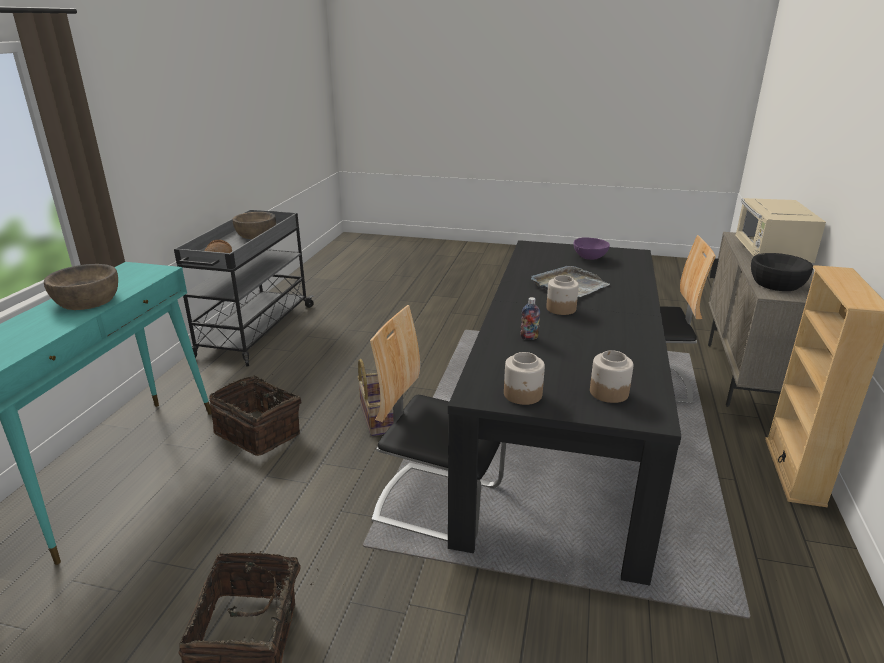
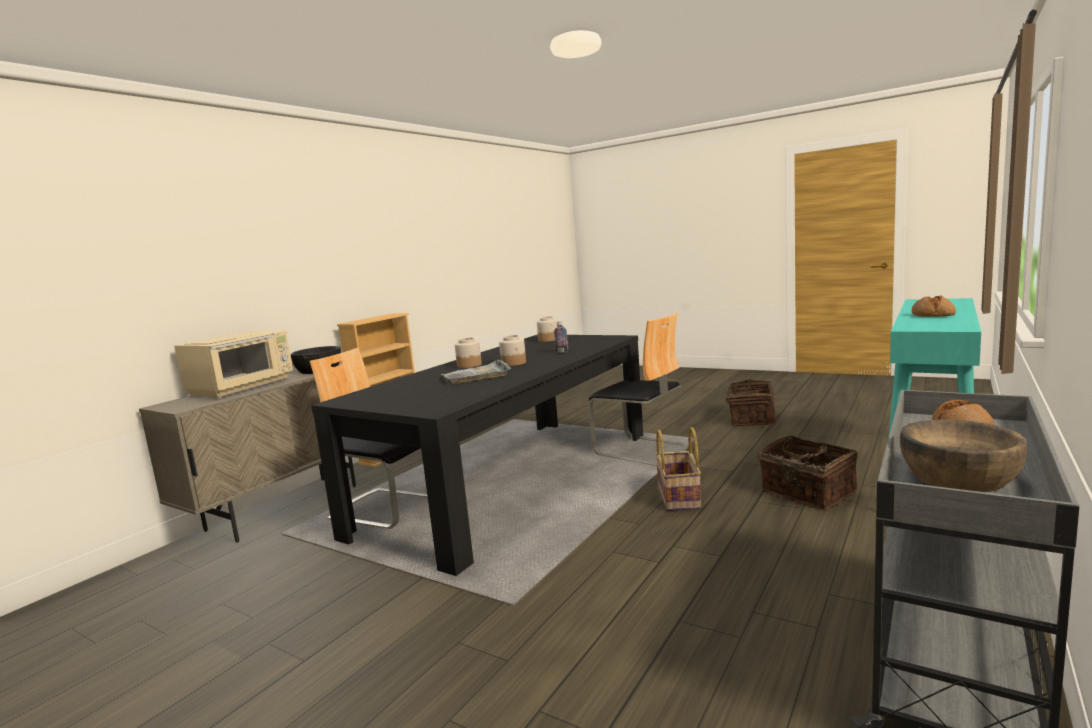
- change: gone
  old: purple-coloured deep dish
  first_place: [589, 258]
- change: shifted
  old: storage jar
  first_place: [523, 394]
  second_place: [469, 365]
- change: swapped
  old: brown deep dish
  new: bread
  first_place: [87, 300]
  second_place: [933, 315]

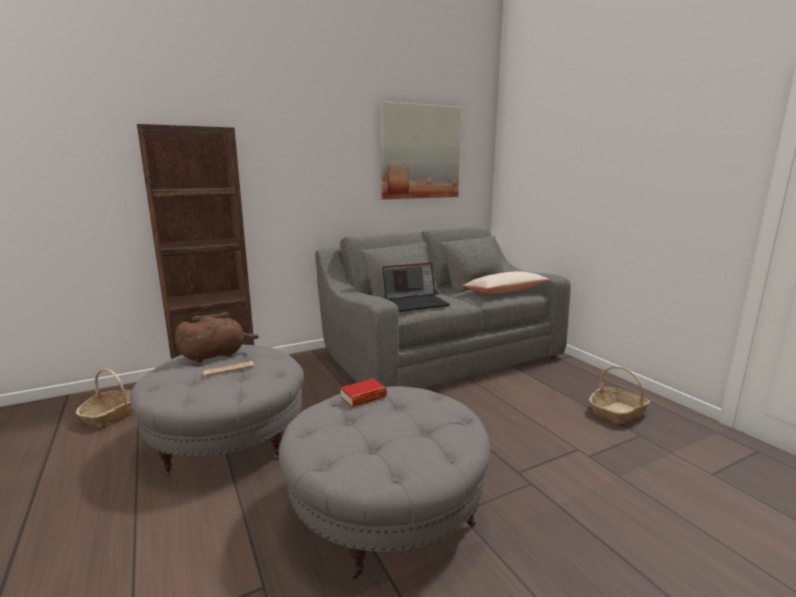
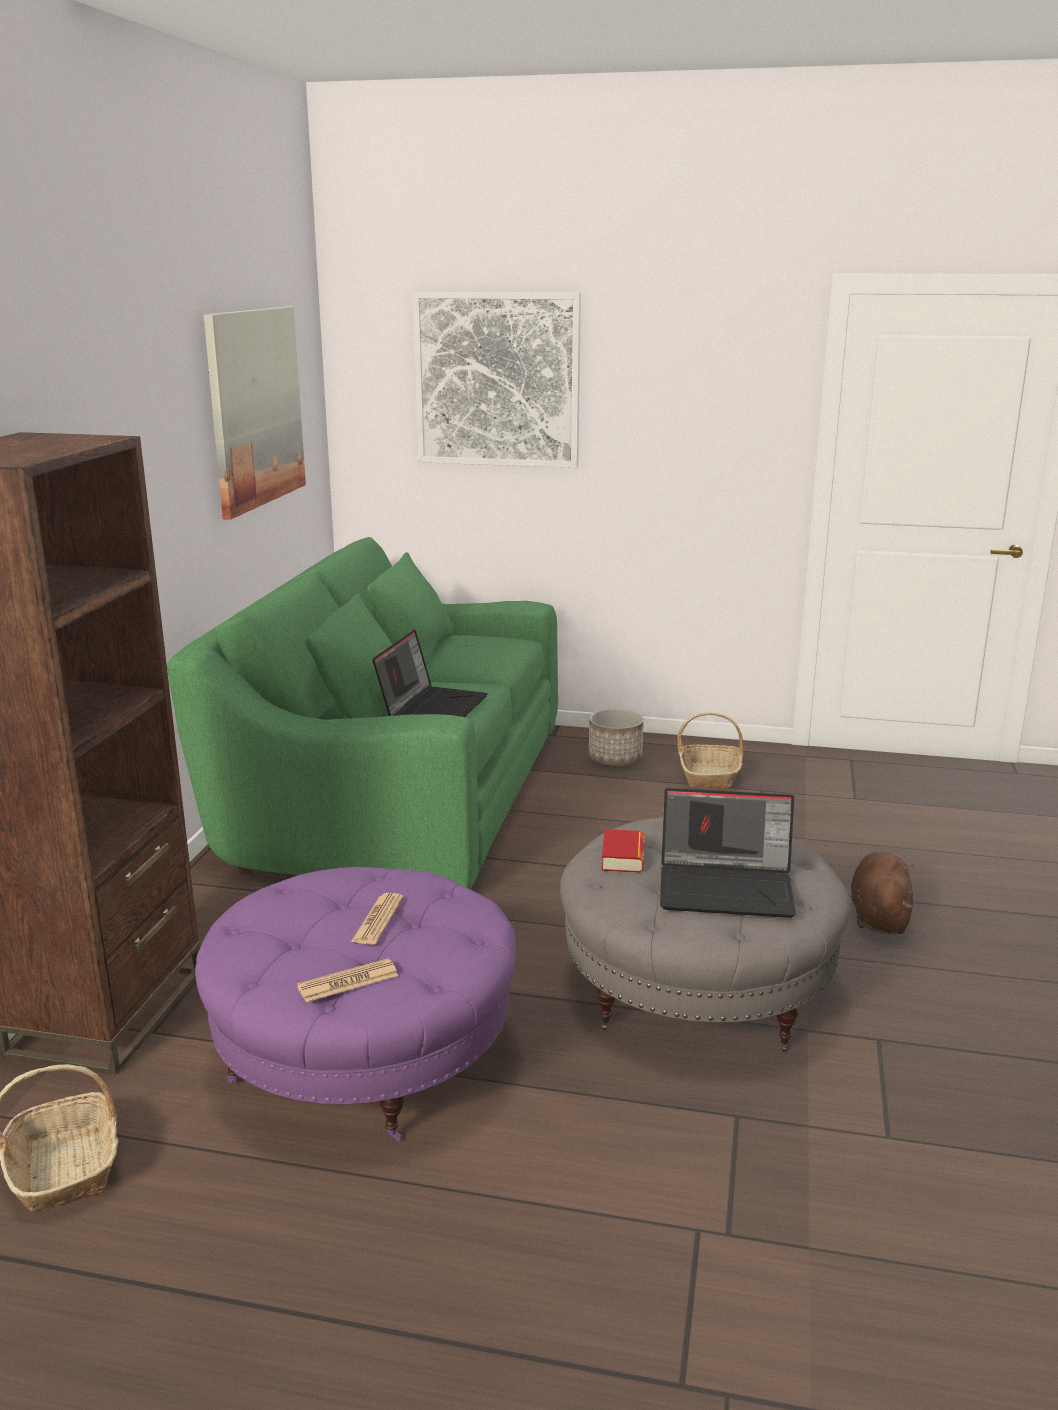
- change: gone
  old: beige throw pillow
  first_place: [505, 291]
- change: new
  new: printed paper
  second_place: [348, 981]
- change: new
  new: wall art
  second_place: [497, 380]
- change: new
  new: planter
  second_place: [614, 758]
- change: new
  new: notebook computer
  second_place: [728, 888]
- change: shifted
  old: brown cuddly toy
  first_place: [216, 355]
  second_place: [879, 916]
- change: repainted
  old: gray pouffe
  new: purple-coloured pouffe
  first_place: [228, 438]
  second_place: [365, 1055]
- change: repainted
  old: gray couch
  new: greenish couch
  first_place: [440, 354]
  second_place: [397, 793]

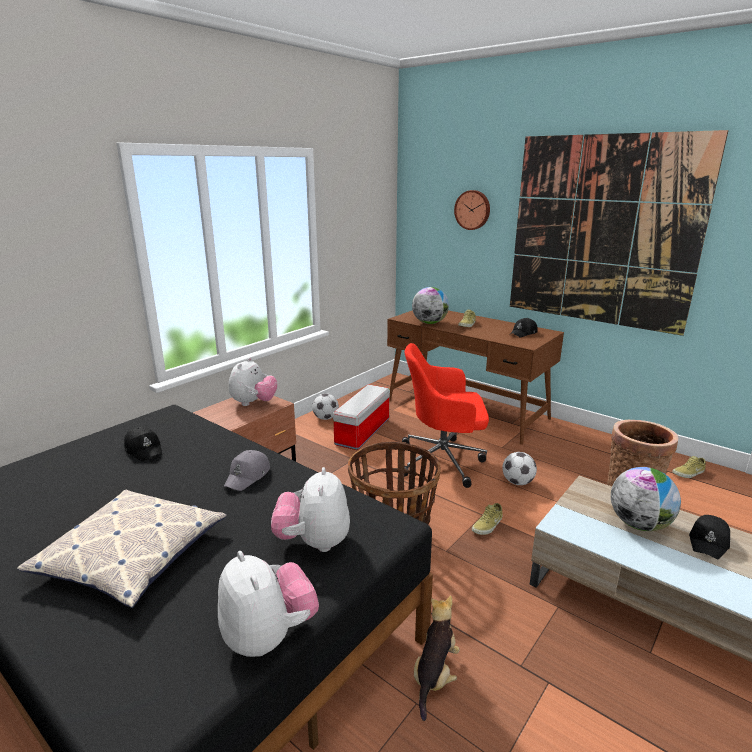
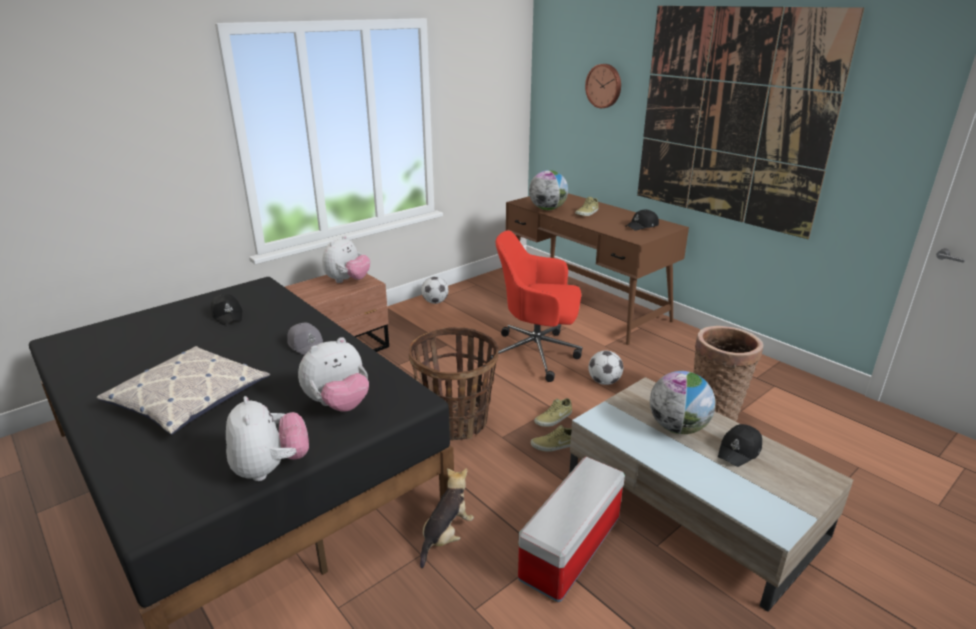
- change: shifted
  old: storage container
  first_place: [363, 432]
  second_place: [571, 549]
- change: shifted
  old: beige shoe
  first_place: [689, 473]
  second_place: [555, 445]
- change: rotated
  old: gray cap
  first_place: [248, 476]
  second_place: [307, 345]
  degrees: -75
- change: rotated
  old: cuddly toy
  first_place: [314, 542]
  second_place: [338, 405]
  degrees: -135

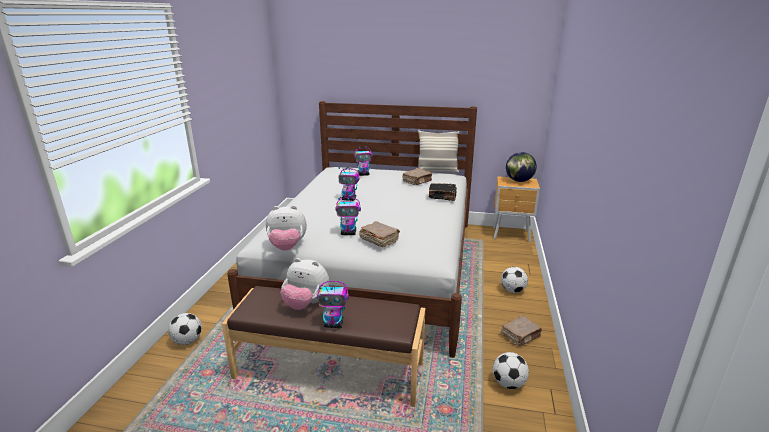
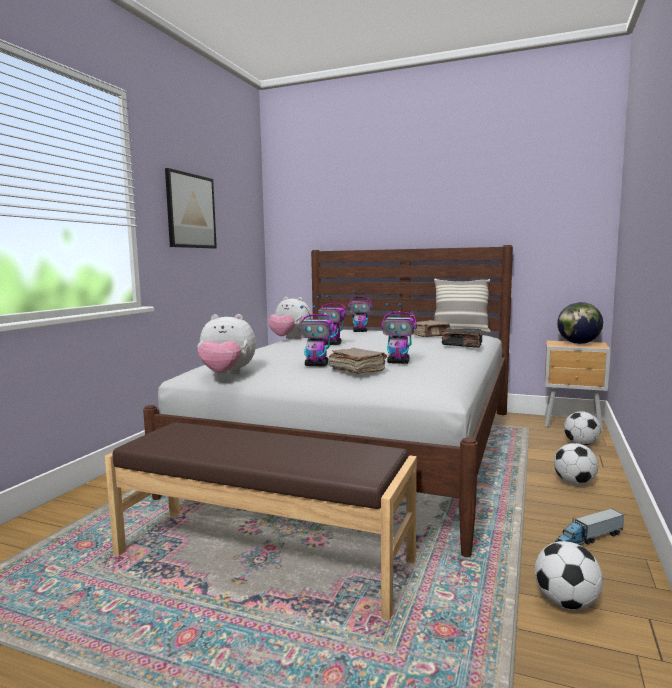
- change: new
  new: wall art
  second_place: [191, 211]
- change: shifted
  old: ball for football
  first_place: [187, 341]
  second_place: [580, 444]
- change: shifted
  old: cuddly toy
  first_place: [306, 304]
  second_place: [290, 339]
- change: shifted
  old: toy robot
  first_place: [334, 324]
  second_place: [398, 362]
- change: swapped
  old: brown volume
  new: model truck
  first_place: [521, 336]
  second_place: [589, 538]

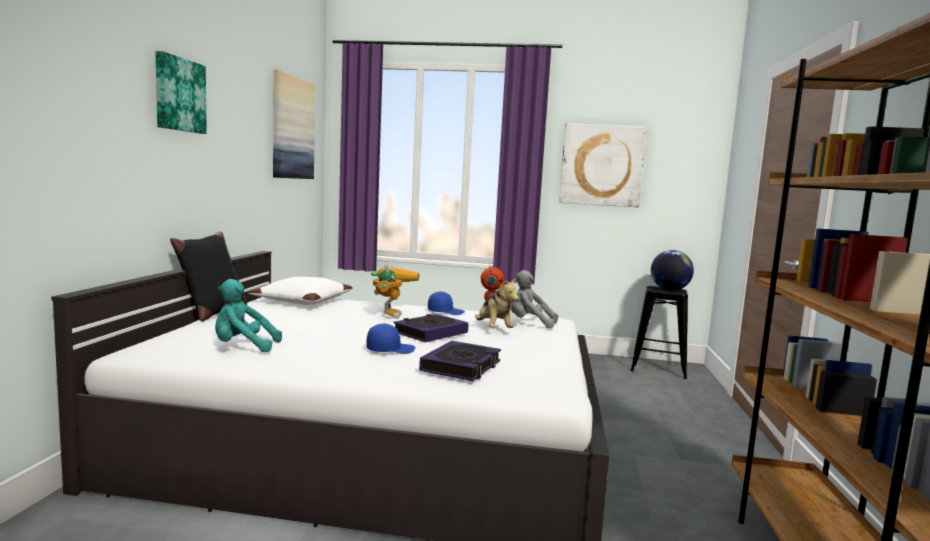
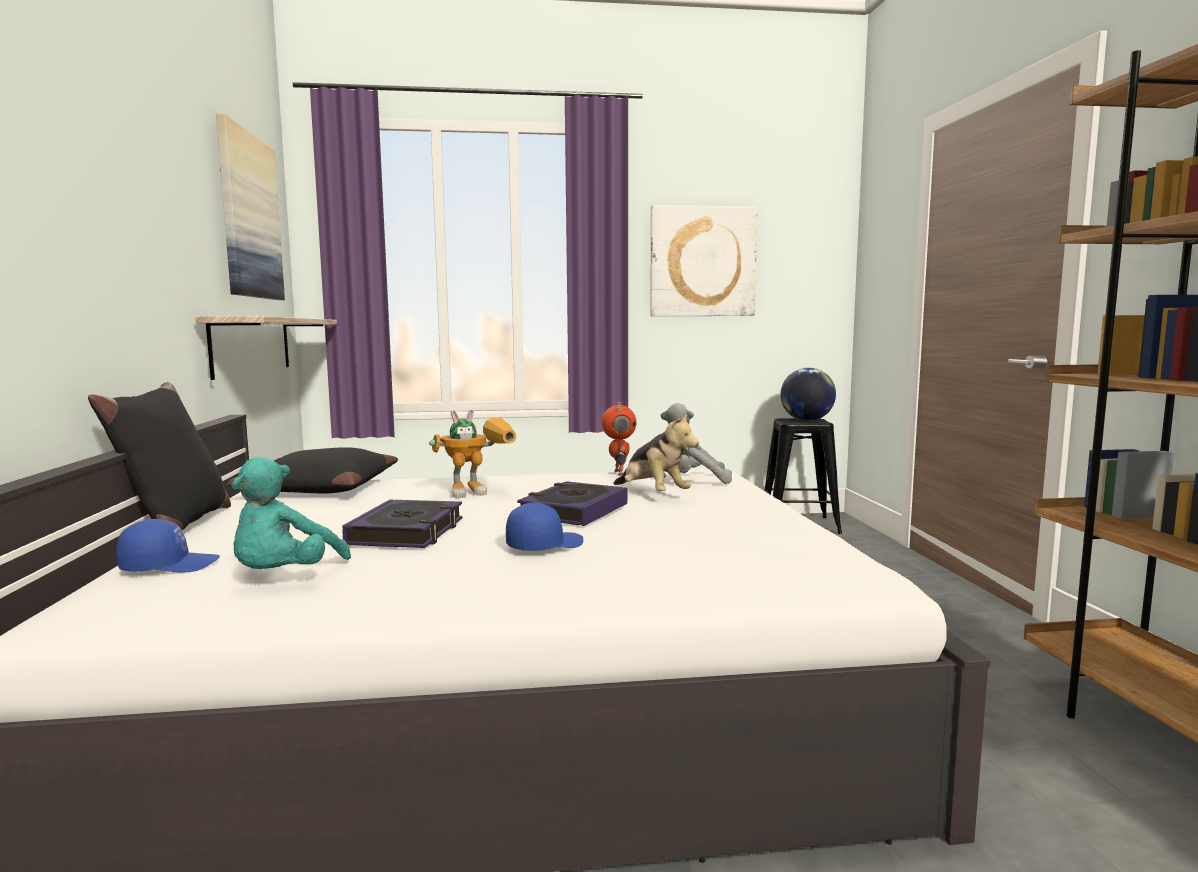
- change: gone
  old: wall art
  first_place: [179, 95]
- change: new
  new: bracket shelf
  second_place: [252, 345]
- change: shifted
  old: volume
  first_place: [461, 366]
  second_place: [407, 532]
- change: shifted
  old: bluish cap
  first_place: [445, 312]
  second_place: [170, 565]
- change: repainted
  old: white throw pillow
  new: black throw pillow
  first_place: [301, 301]
  second_place: [319, 489]
- change: rotated
  old: blue-green cuddly toy
  first_place: [243, 347]
  second_place: [285, 577]
  degrees: -60
- change: rotated
  old: toy robot
  first_place: [390, 314]
  second_place: [480, 491]
  degrees: 75

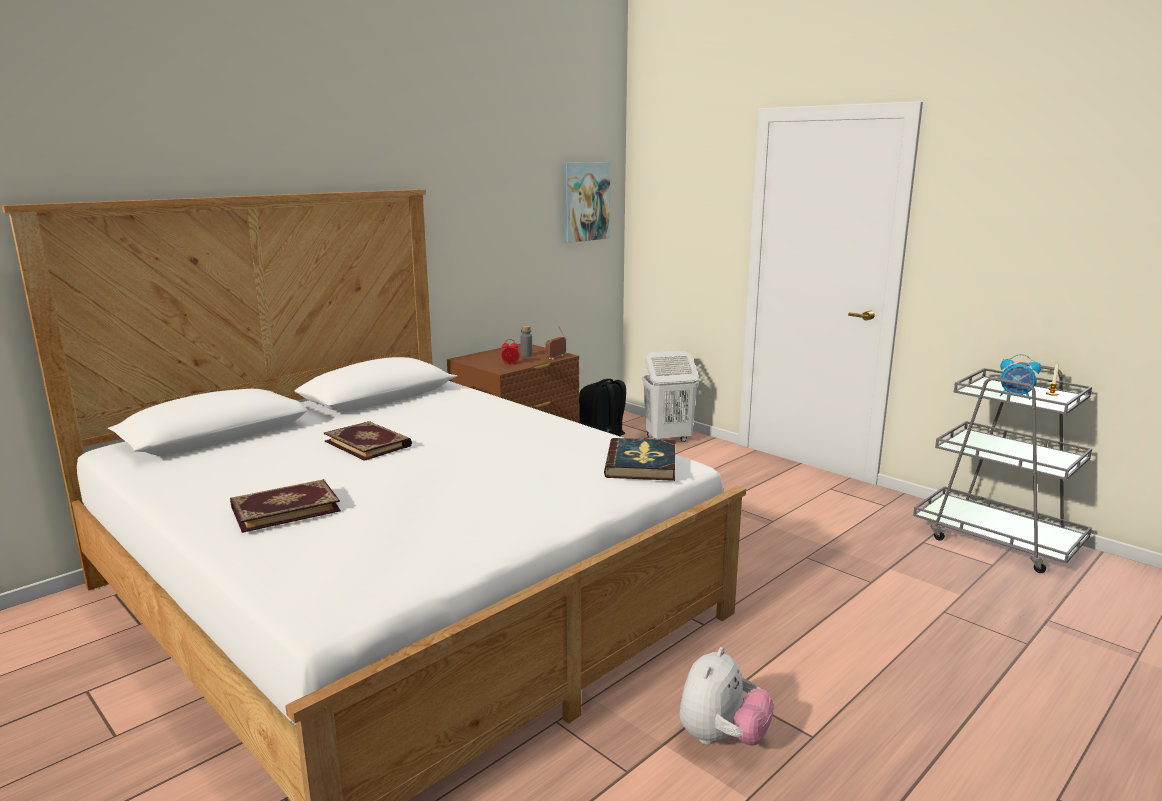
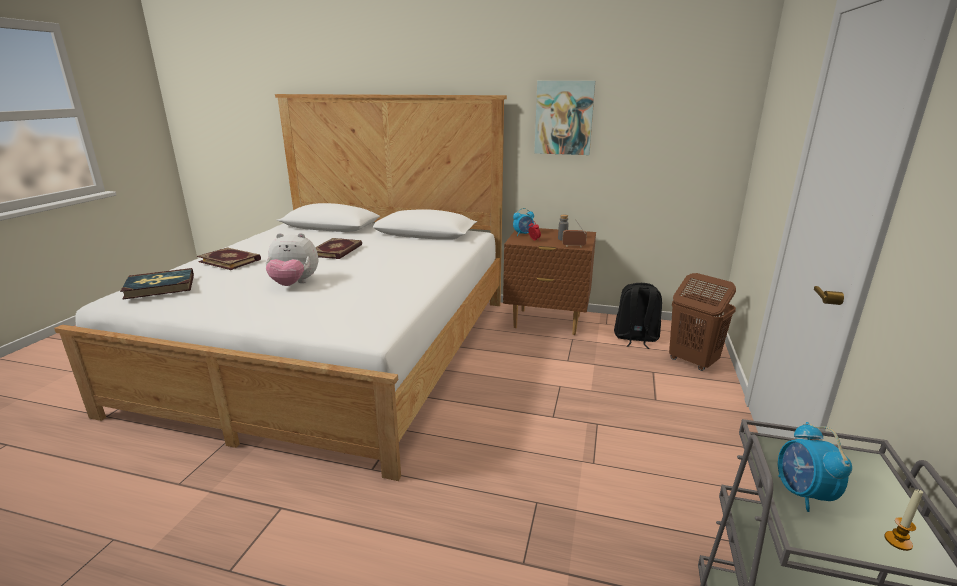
- change: new
  new: table clock
  second_place: [523, 234]
- change: shifted
  old: wall art
  first_place: [585, 201]
  second_place: [564, 118]
- change: shifted
  old: volume
  first_place: [641, 463]
  second_place: [160, 286]
- change: shifted
  old: cuddly toy
  first_place: [722, 738]
  second_place: [294, 284]
- change: repainted
  old: white laundry basket
  new: brown laundry basket
  first_place: [667, 439]
  second_place: [692, 361]

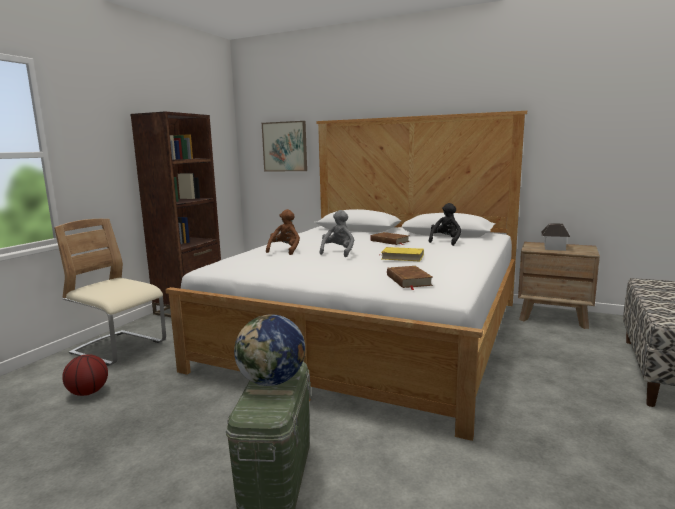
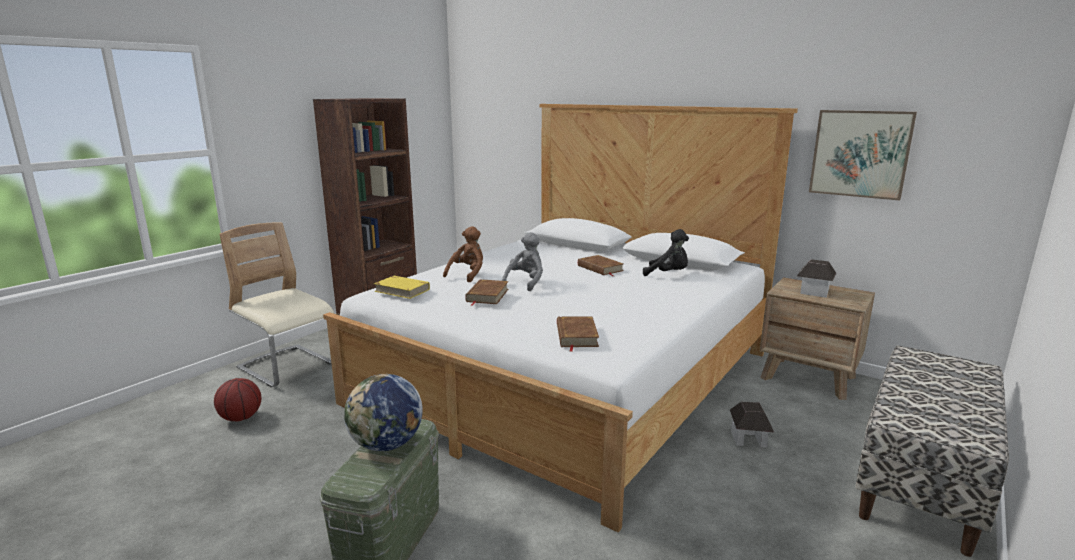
- change: new
  new: brown volume
  second_place: [487, 295]
- change: new
  new: model house
  second_place: [748, 439]
- change: shifted
  old: wall art
  first_place: [285, 146]
  second_place: [860, 154]
- change: shifted
  old: yellow volume
  first_place: [402, 257]
  second_place: [402, 290]
- change: rotated
  old: black cuddly toy
  first_place: [445, 241]
  second_place: [668, 274]
  degrees: 75

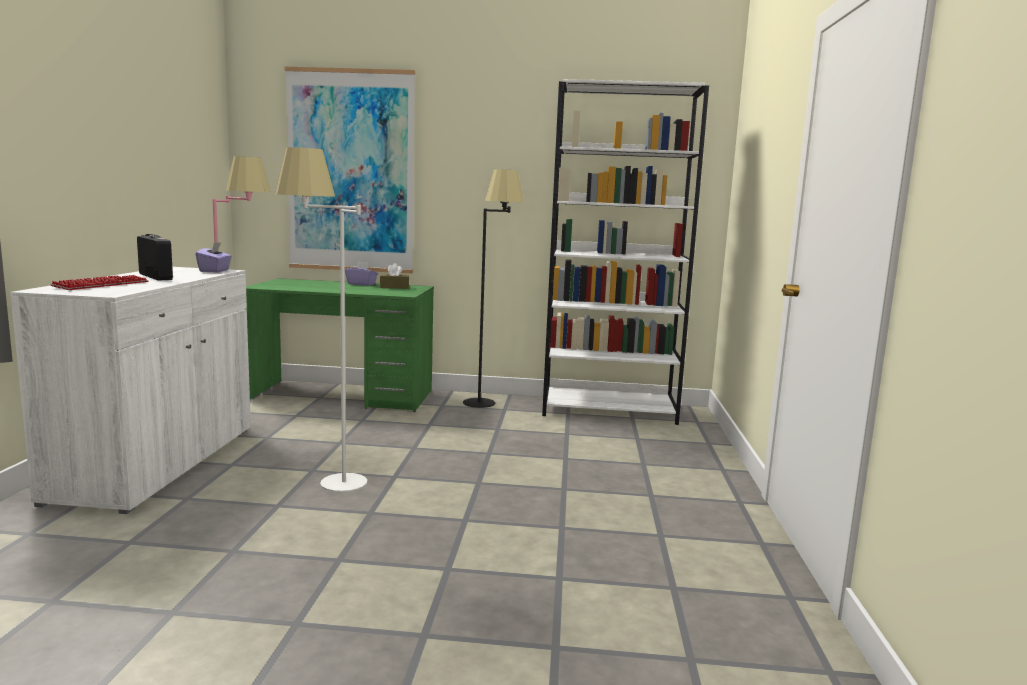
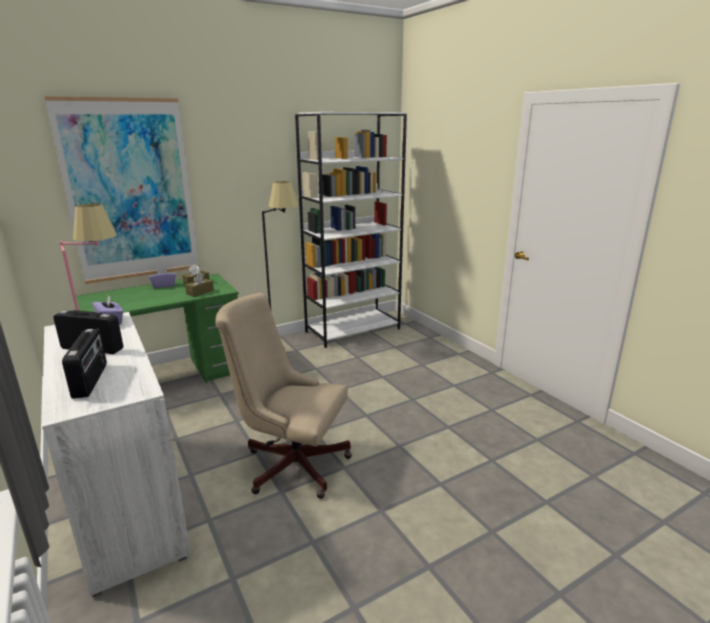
- change: new
  new: brown tissue holder
  second_place: [200, 292]
- change: swapped
  old: keyboard
  new: radio
  first_place: [102, 285]
  second_place: [91, 380]
- change: swapped
  old: white standing lamp
  new: beige desk chair
  first_place: [327, 489]
  second_place: [290, 462]

